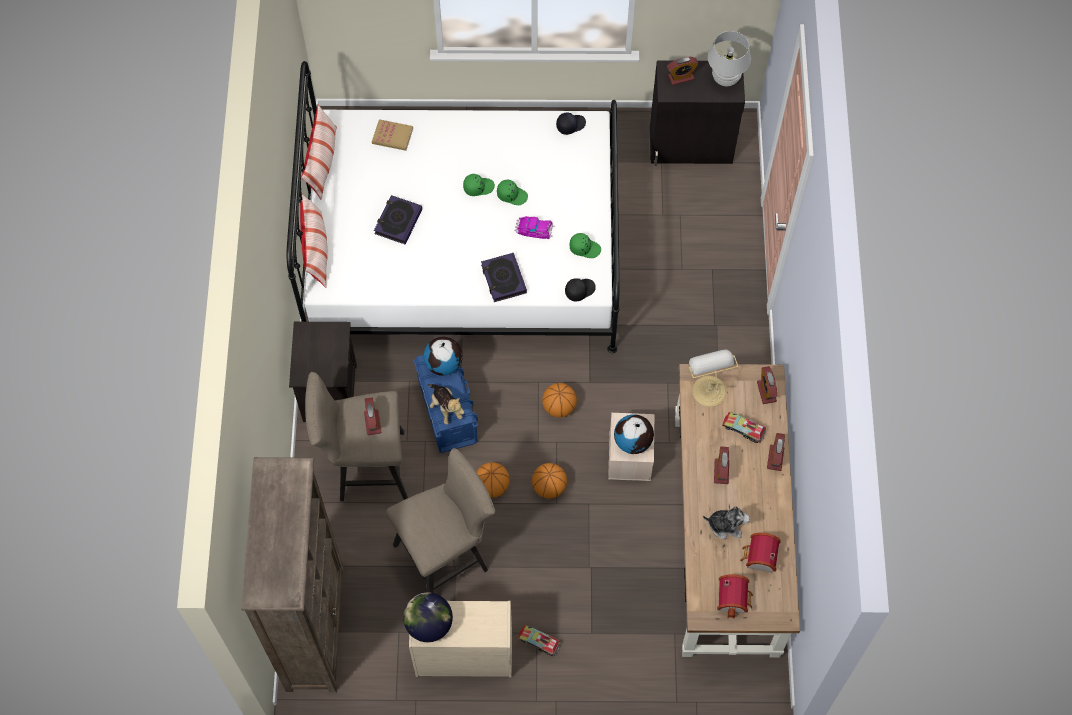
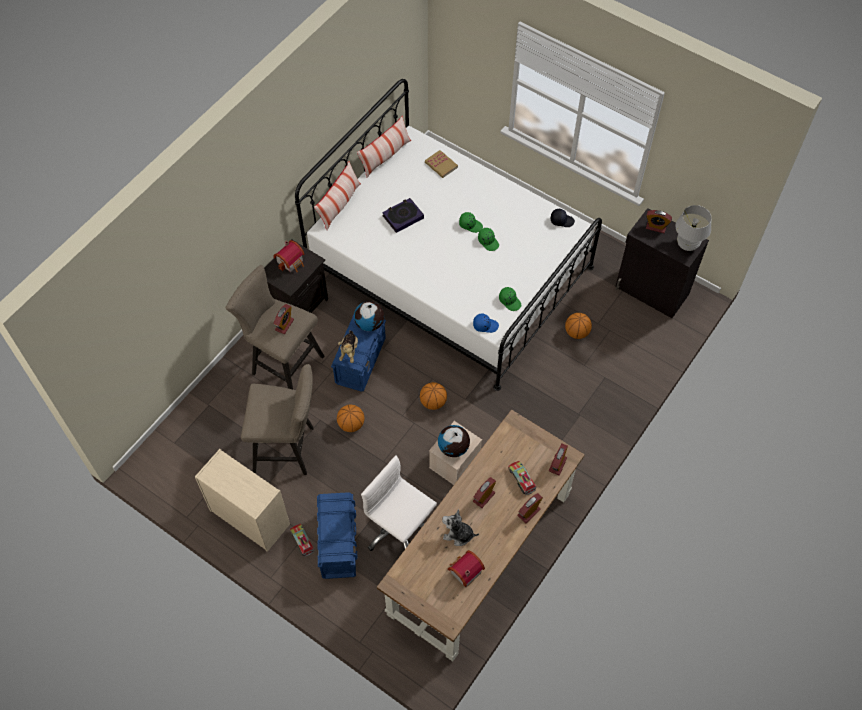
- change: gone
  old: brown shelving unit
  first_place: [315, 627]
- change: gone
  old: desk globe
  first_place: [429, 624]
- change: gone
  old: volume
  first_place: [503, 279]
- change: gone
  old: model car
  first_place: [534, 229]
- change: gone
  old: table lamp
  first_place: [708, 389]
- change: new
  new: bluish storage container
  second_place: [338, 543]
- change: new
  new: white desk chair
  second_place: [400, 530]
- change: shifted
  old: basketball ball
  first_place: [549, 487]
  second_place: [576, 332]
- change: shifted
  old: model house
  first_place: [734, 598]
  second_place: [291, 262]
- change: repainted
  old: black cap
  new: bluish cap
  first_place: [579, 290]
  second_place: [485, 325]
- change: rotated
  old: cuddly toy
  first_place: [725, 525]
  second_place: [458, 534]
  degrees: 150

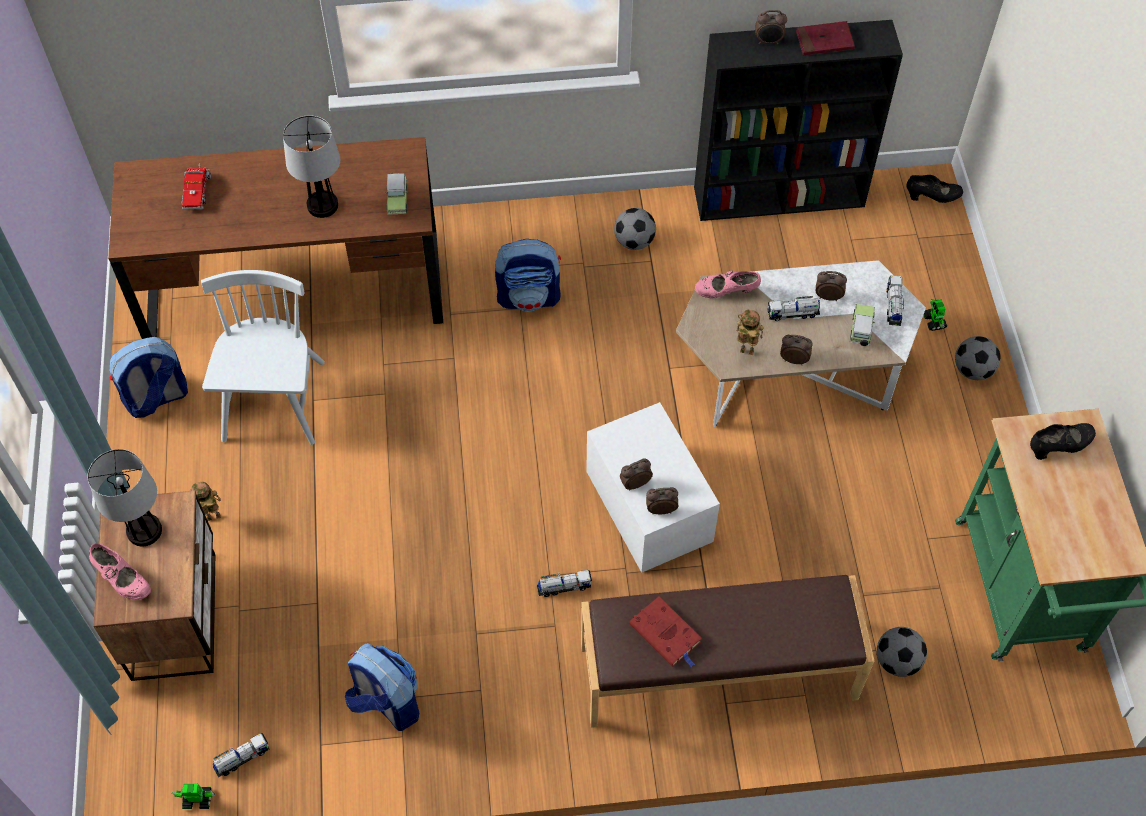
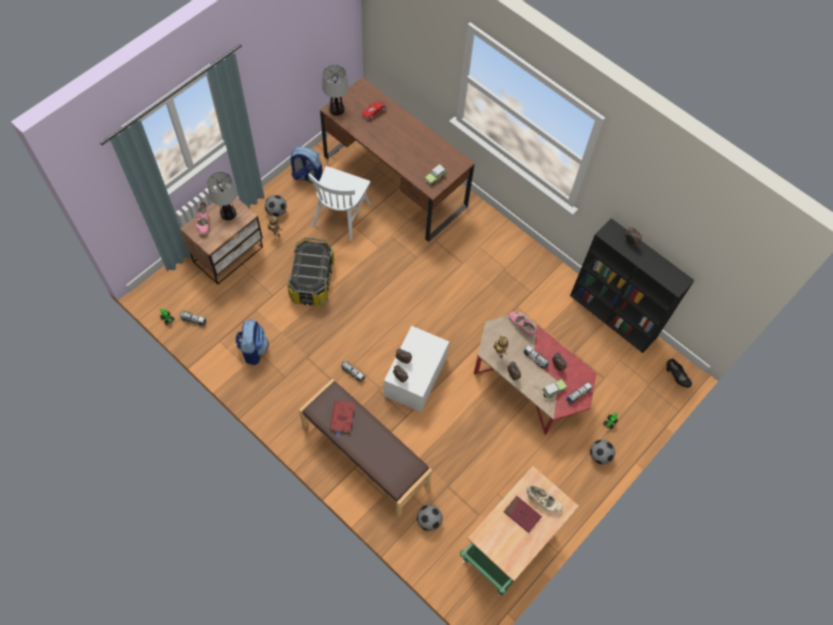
- change: gone
  old: backpack
  first_place: [529, 297]
- change: new
  new: storage container
  second_place: [311, 280]
- change: shifted
  old: table lamp
  first_place: [322, 205]
  second_place: [336, 109]
- change: shifted
  old: ball for football
  first_place: [634, 241]
  second_place: [276, 212]
- change: shifted
  old: red volume
  first_place: [824, 41]
  second_place: [522, 514]
- change: repainted
  old: white lounge table
  new: red lounge table
  first_place: [790, 371]
  second_place: [528, 383]
- change: repainted
  old: black shoe
  new: beige shoe
  first_place: [1059, 447]
  second_place: [543, 501]
- change: rotated
  old: white chair
  first_place: [274, 401]
  second_place: [341, 214]
  degrees: 150

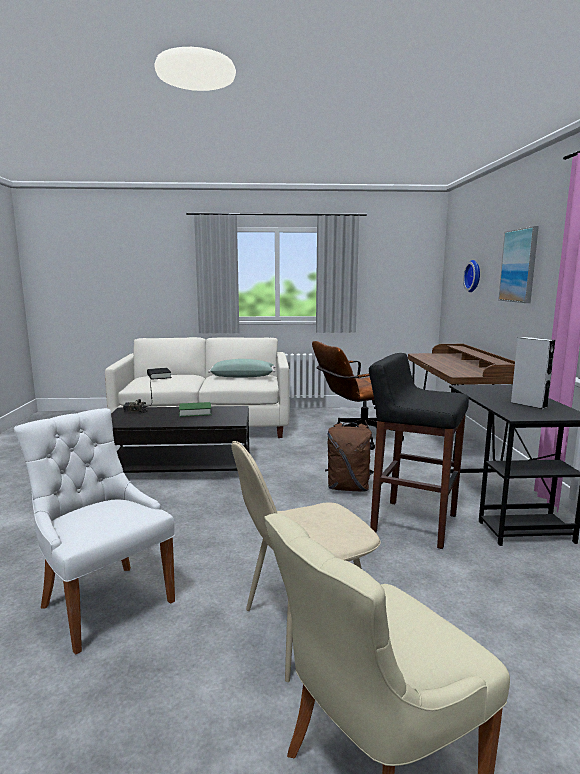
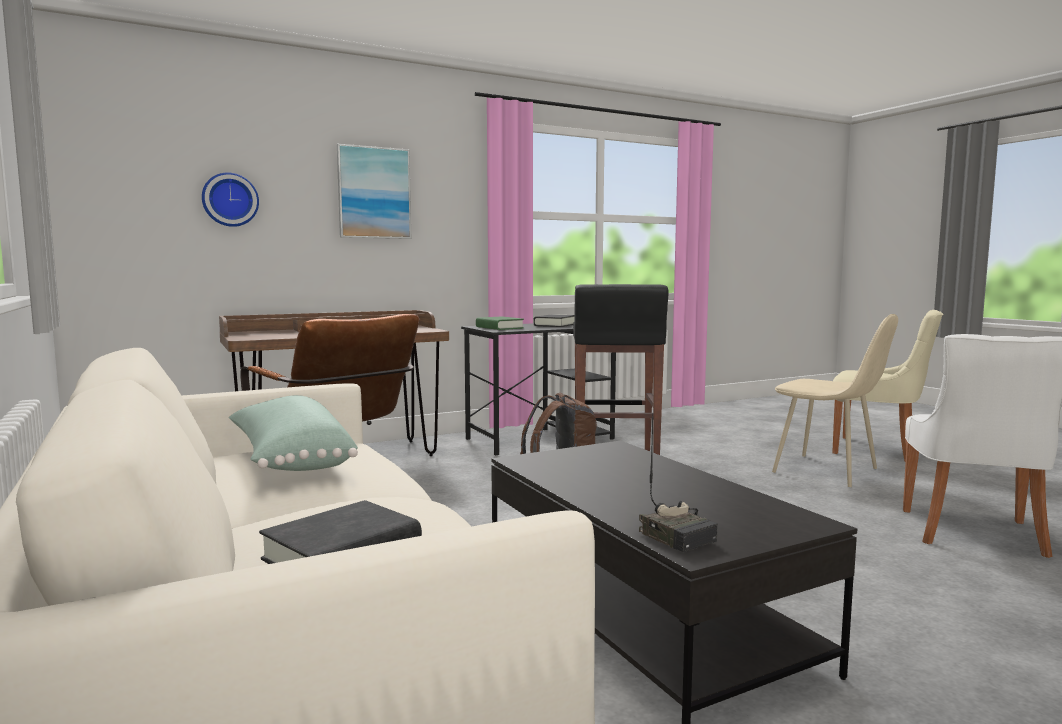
- change: shifted
  old: greenish volume
  first_place: [195, 412]
  second_place: [499, 327]
- change: swapped
  old: gray loudspeaker
  new: black volume
  first_place: [528, 404]
  second_place: [555, 325]

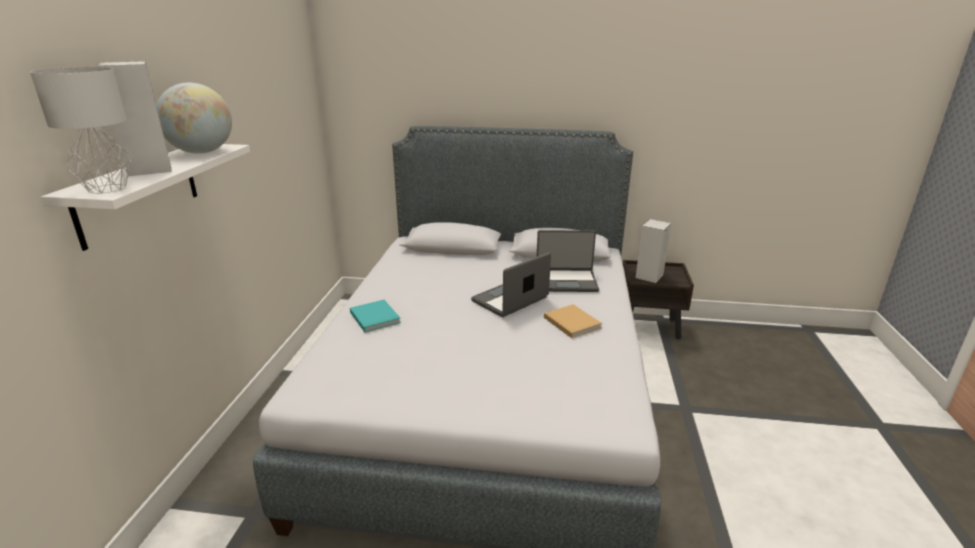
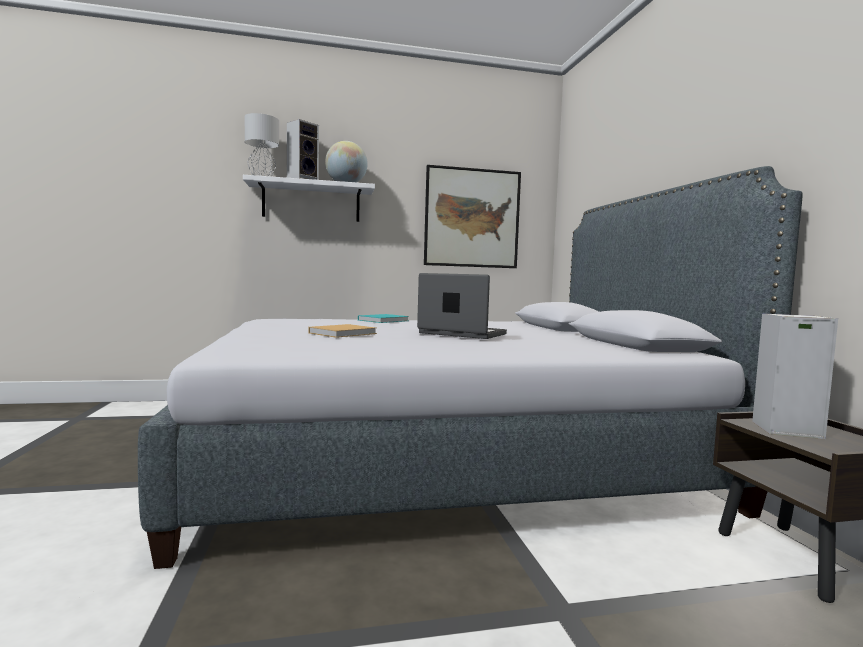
- change: gone
  old: notebook computer
  first_place: [566, 281]
- change: new
  new: wall art
  second_place: [472, 218]
- change: shifted
  old: beige volume
  first_place: [571, 322]
  second_place: [344, 333]

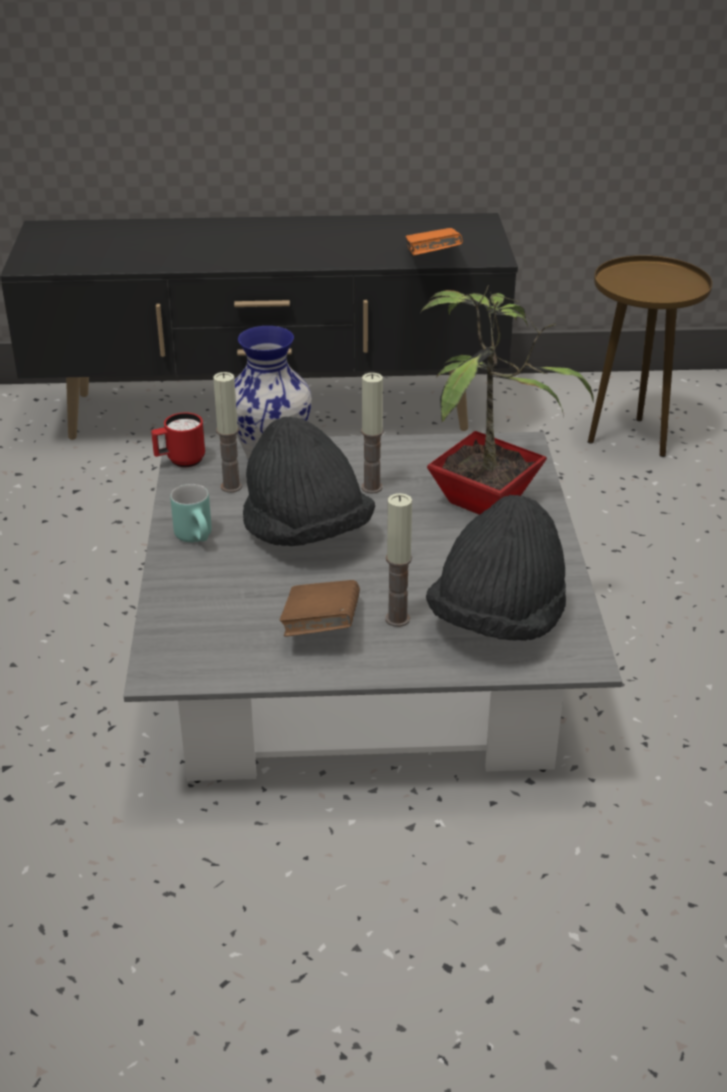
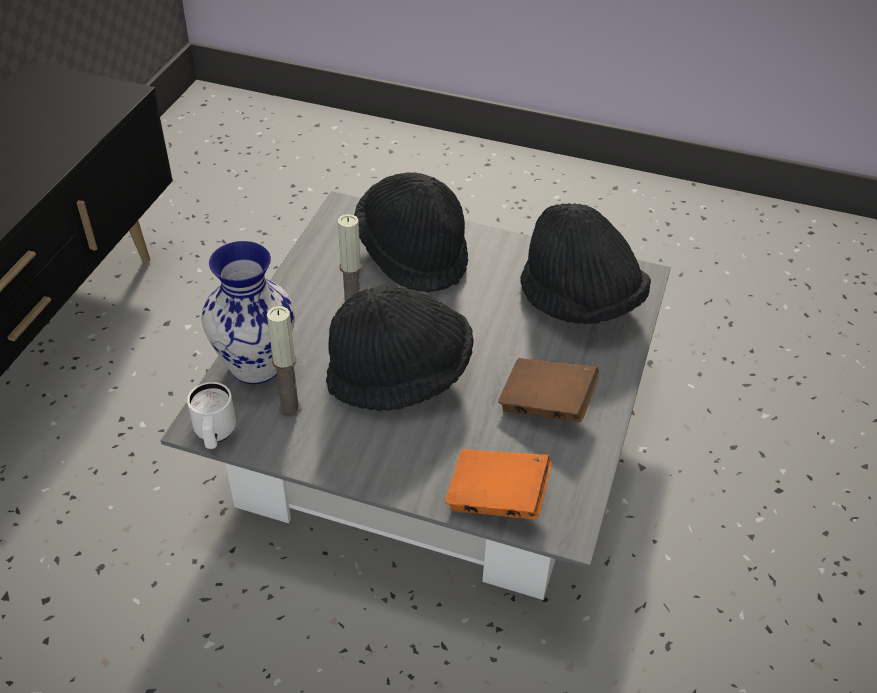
- change: gone
  old: blue-green coffee mug
  first_place: [198, 538]
- change: gone
  old: wax candle
  first_place: [397, 619]
- change: gone
  old: brown side table
  first_place: [630, 438]
- change: shifted
  old: orangey volume
  first_place: [432, 259]
  second_place: [497, 498]
- change: swapped
  old: potted plant
  new: black wearable hat
  first_place: [487, 499]
  second_place: [413, 254]
- change: repainted
  old: red coffee mug
  new: white coffee mug
  first_place: [180, 461]
  second_place: [215, 436]

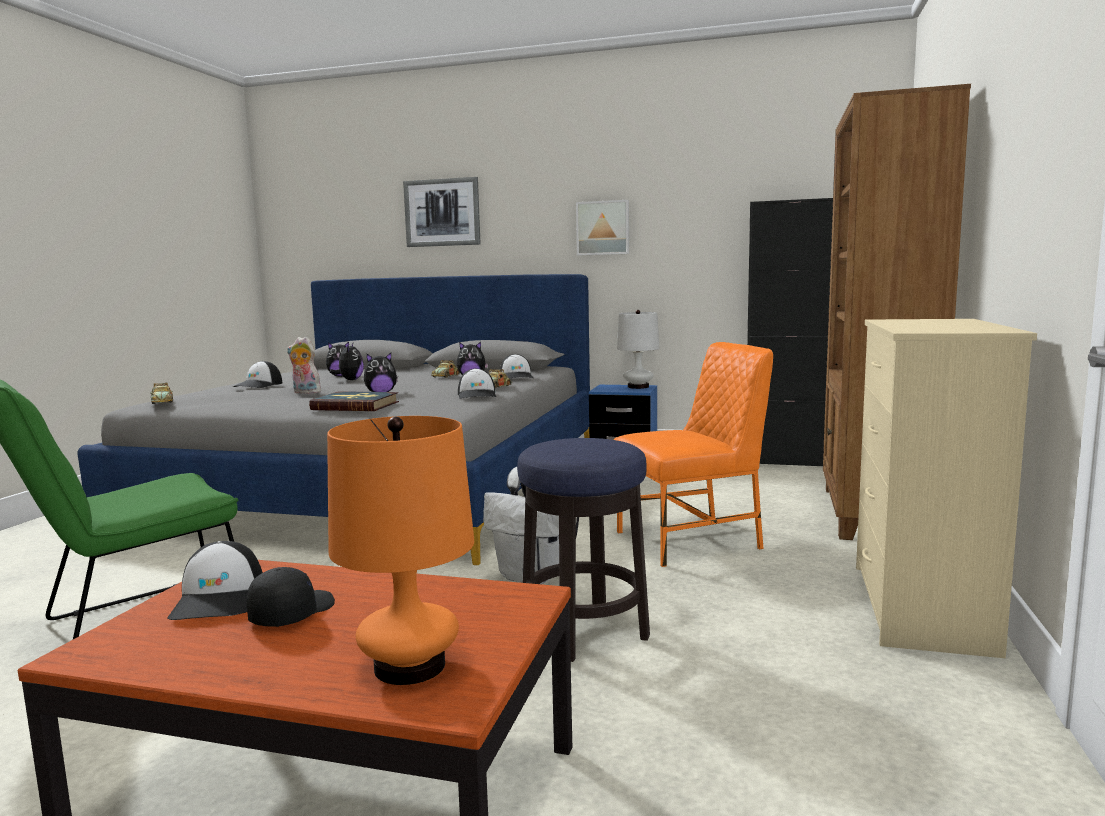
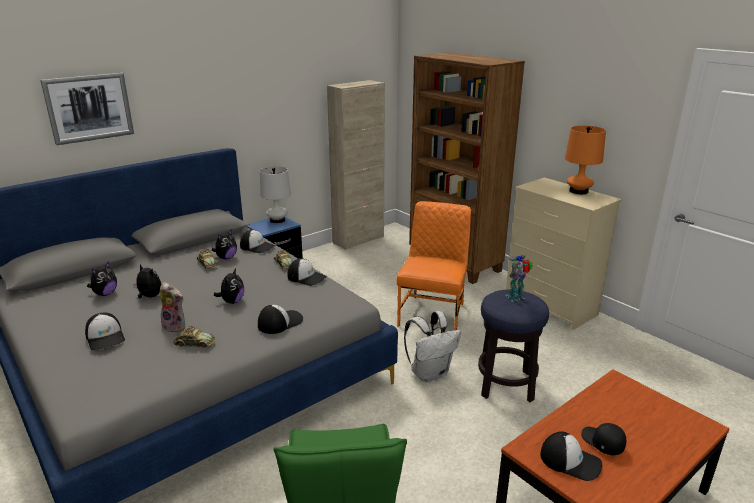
- change: gone
  old: wall art
  first_place: [603, 228]
- change: new
  new: toy robot
  second_place: [516, 298]
- change: shifted
  old: model car
  first_place: [162, 402]
  second_place: [194, 343]
- change: shifted
  old: orangey table lamp
  first_place: [410, 666]
  second_place: [578, 191]
- change: swapped
  old: volume
  new: cap
  first_place: [355, 406]
  second_place: [280, 322]
- change: repainted
  old: black cupboard
  new: beige cupboard
  first_place: [786, 461]
  second_place: [358, 240]
- change: rotated
  old: cuddly toy
  first_place: [305, 392]
  second_place: [176, 326]
  degrees: -120

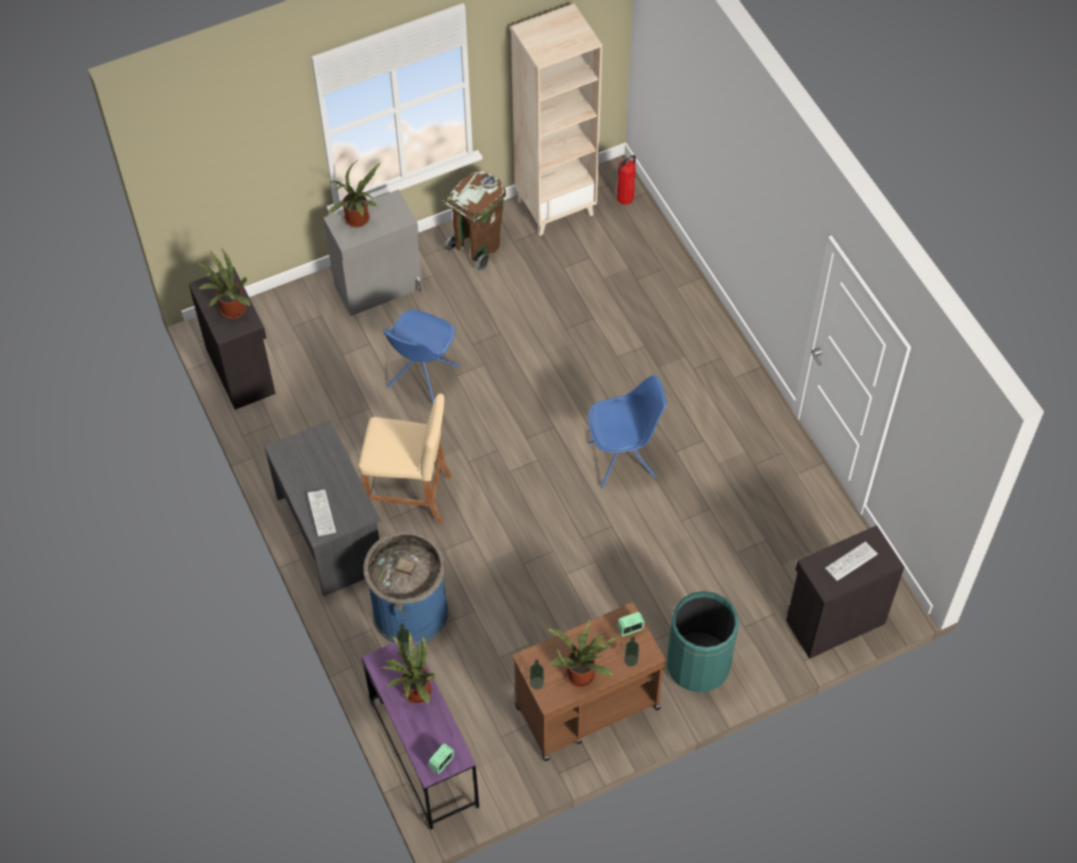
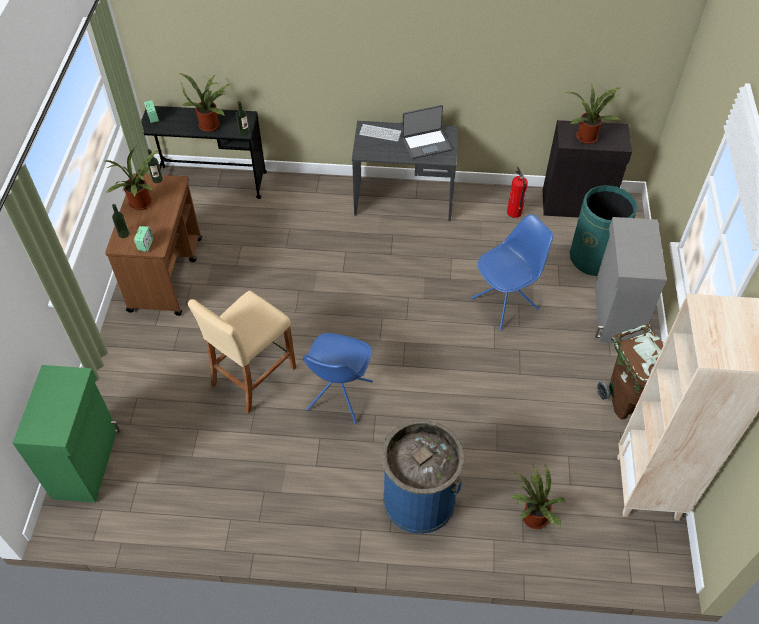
- change: gone
  old: keyboard
  first_place: [851, 561]
- change: new
  new: notebook computer
  second_place: [426, 144]
- change: shifted
  old: potted plant
  first_place: [358, 220]
  second_place: [531, 518]
- change: shifted
  old: beige stool seat
  first_place: [409, 495]
  second_place: [253, 376]
- change: shifted
  old: bluish waste bin
  first_place: [410, 611]
  second_place: [419, 499]
- change: shifted
  old: fire-fighting cylinder
  first_place: [625, 197]
  second_place: [514, 212]
- change: shifted
  old: greenish waste bin
  first_place: [698, 664]
  second_place: [594, 258]
- change: repainted
  old: purple-coloured desk table
  new: black desk table
  first_place: [423, 754]
  second_place: [211, 182]
- change: repainted
  old: black cupboard
  new: greenish cupboard
  first_place: [834, 621]
  second_place: [87, 462]
- change: rotated
  old: bluish chair
  first_place: [422, 377]
  second_place: [505, 303]
  degrees: 90

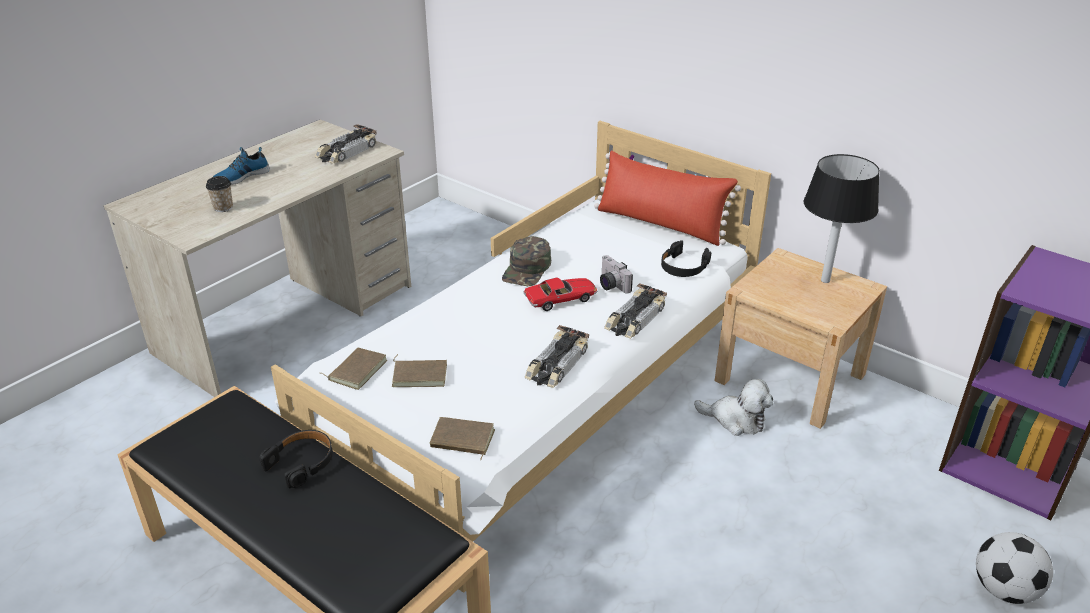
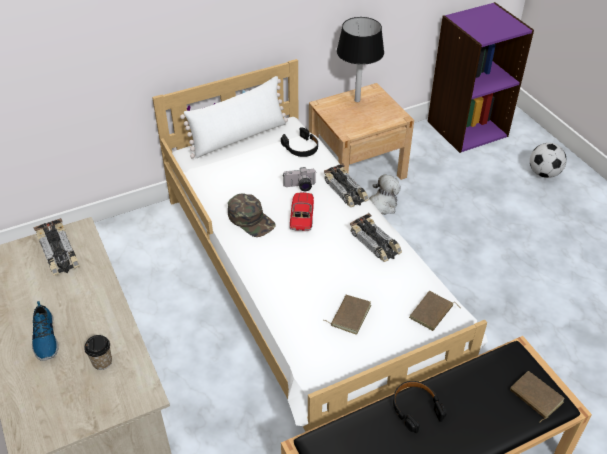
- change: shifted
  old: brown volume
  first_place: [356, 370]
  second_place: [535, 397]
- change: repainted
  old: red throw pillow
  new: white throw pillow
  first_place: [660, 224]
  second_place: [239, 137]

